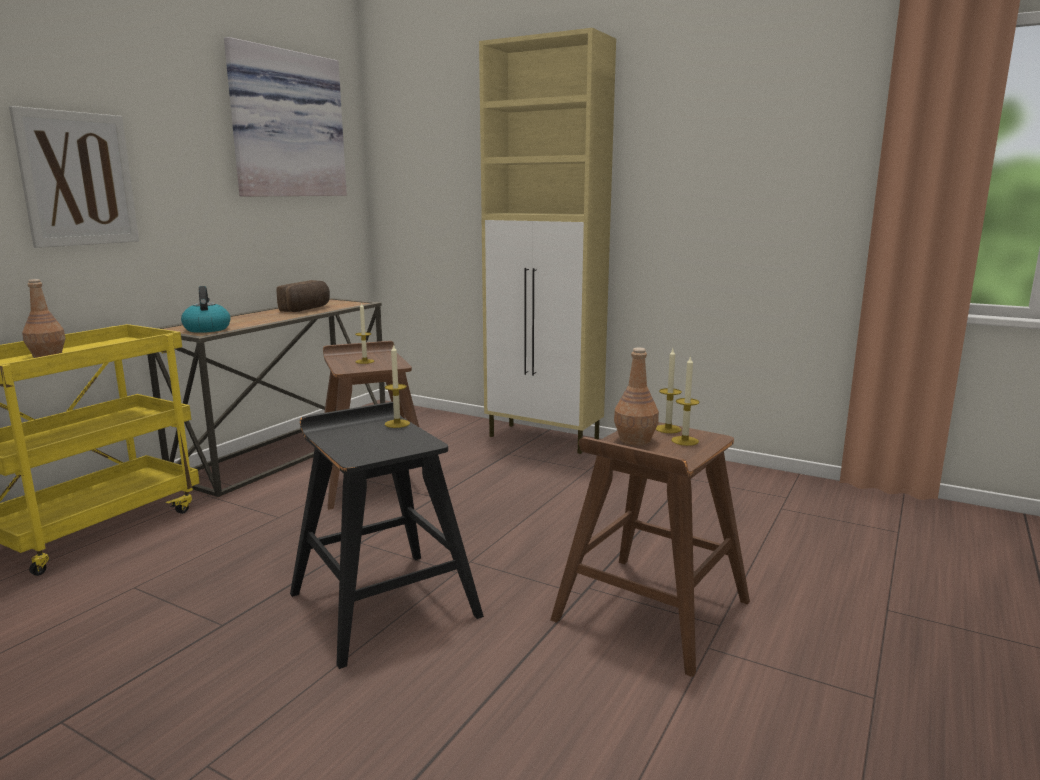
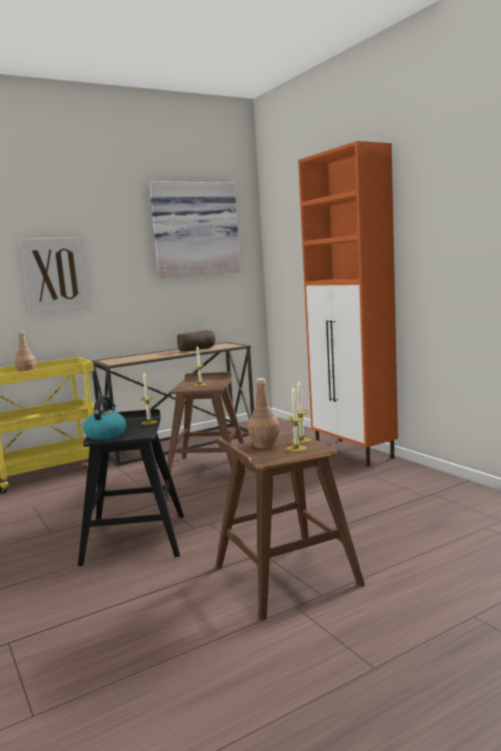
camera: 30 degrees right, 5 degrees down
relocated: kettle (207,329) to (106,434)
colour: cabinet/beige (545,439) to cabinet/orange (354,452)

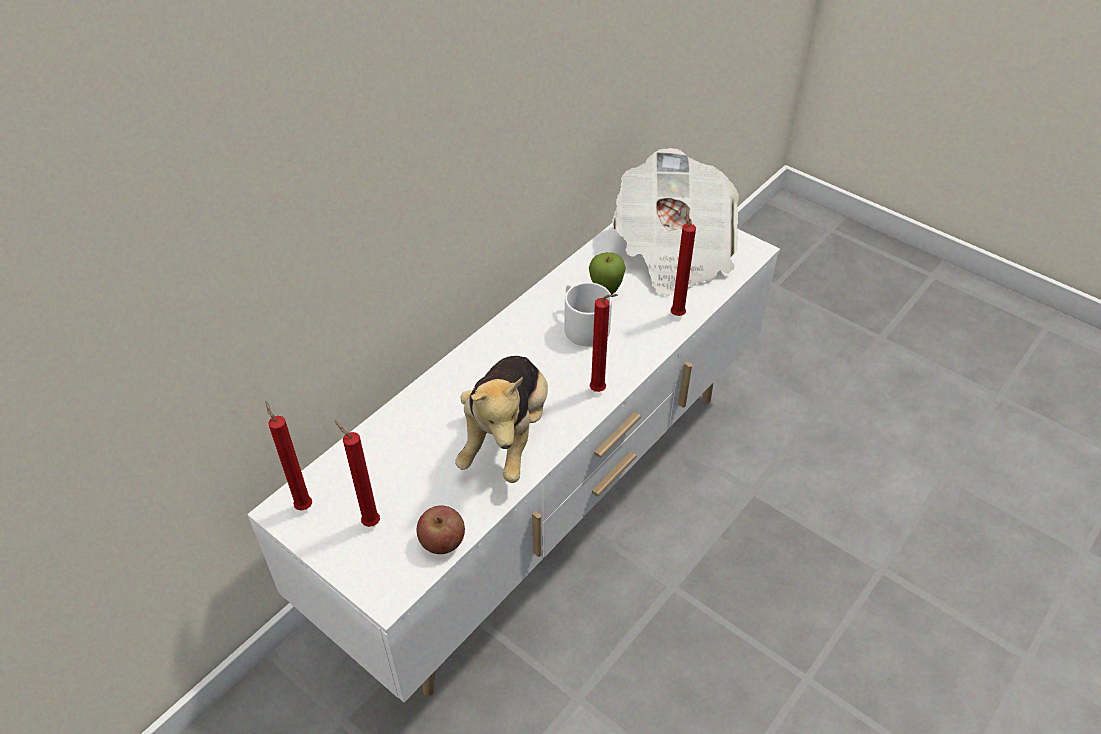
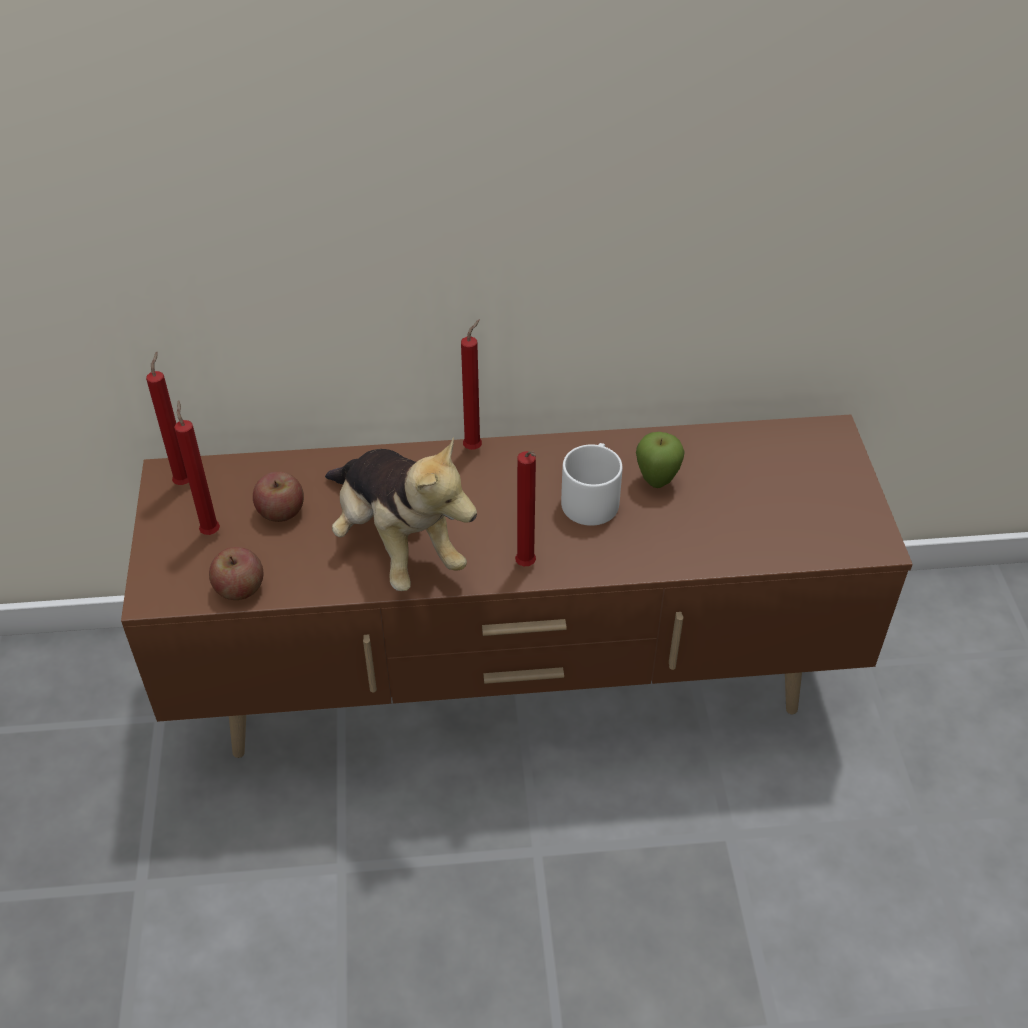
camera: 45 degrees right, 0 degrees up
missing: newspaper (673,251)
appeared: apple (281,511)
relocated: candle/red (677,313) to (474,447)
colour: tv stand/white (550,503) to tv stand/brown (515,685)
spun: plush toy (506,436) = (396,544) 90 degrees counterclockwise

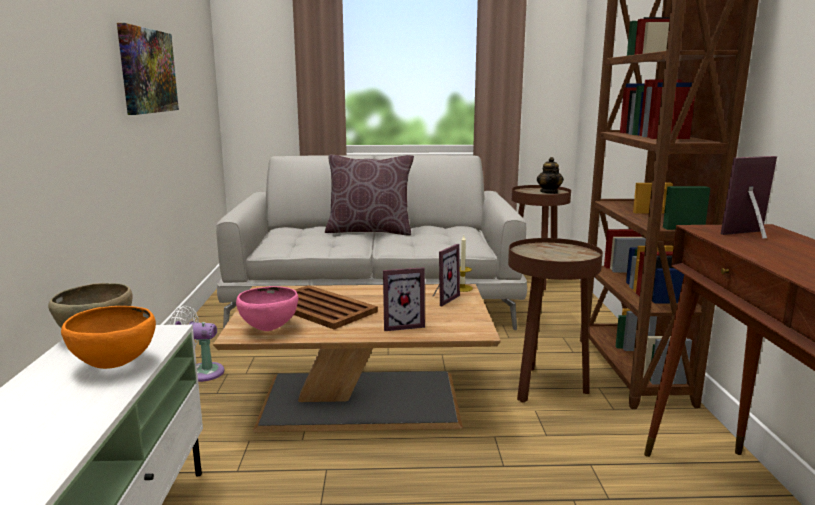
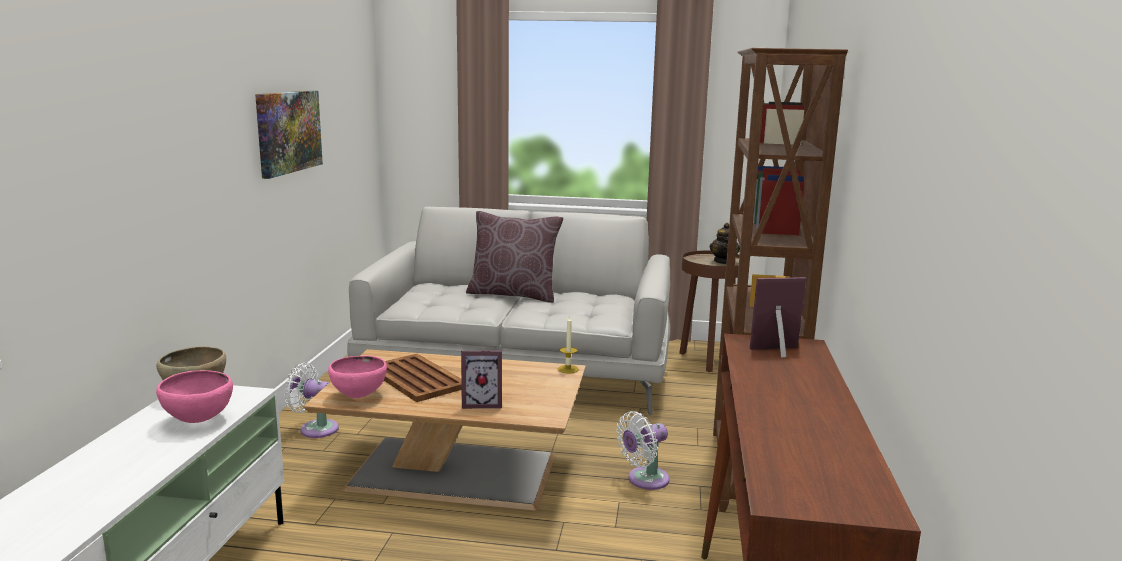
camera: 10 degrees right, 0 degrees up
missing: picture frame (441,299)
exchanged: side table/brown (546,388) to fan/white (644,480)
colour: bowl/orange (114,366) to bowl/pink (198,421)

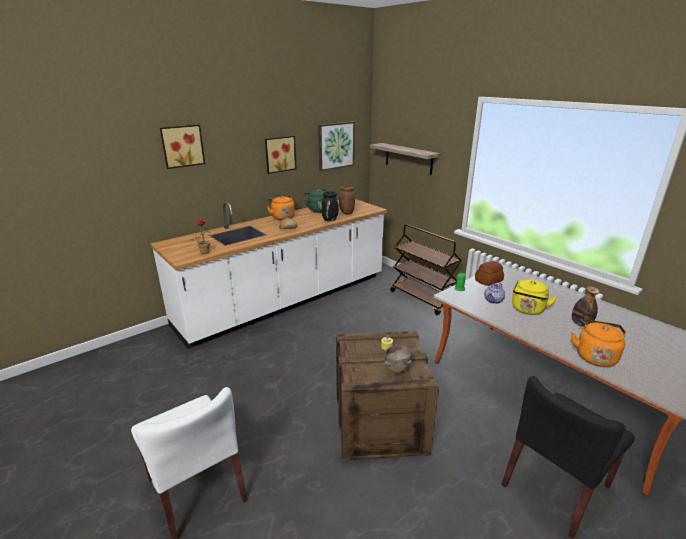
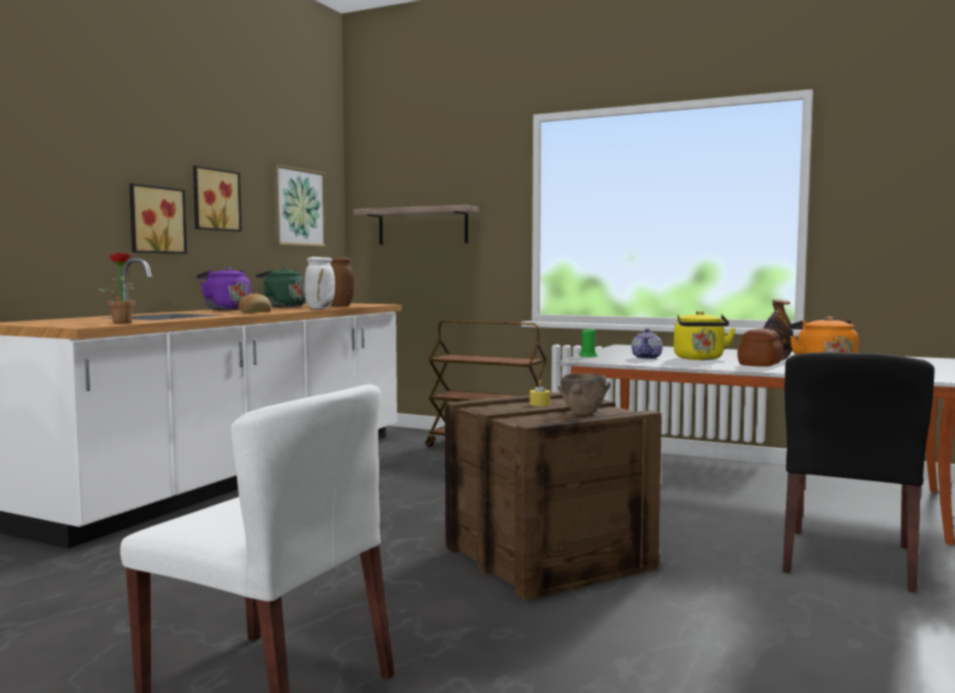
camera: 25 degrees left, 20 degrees down
relocated: picture (182,146) to (155,220); bread (488,281) to (759,364)
colour: kettle/orange (282,217) to kettle/purple (225,309); vase/black (330,220) to vase/white (320,308)

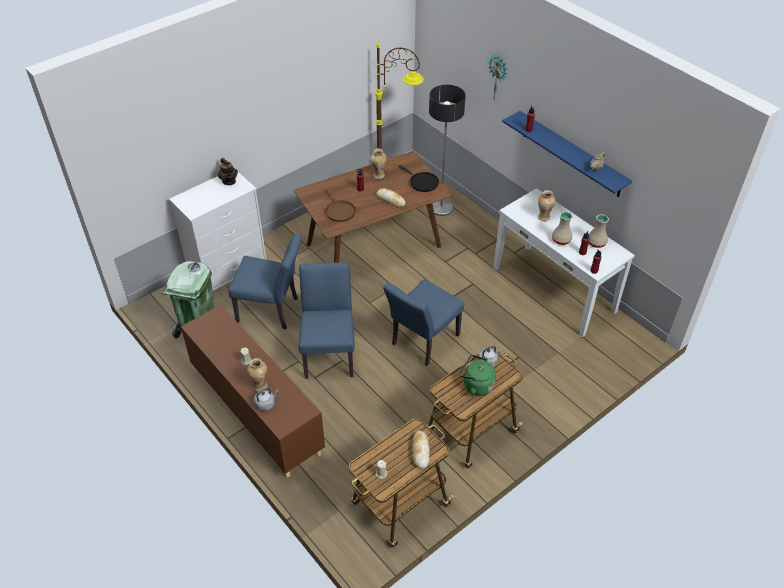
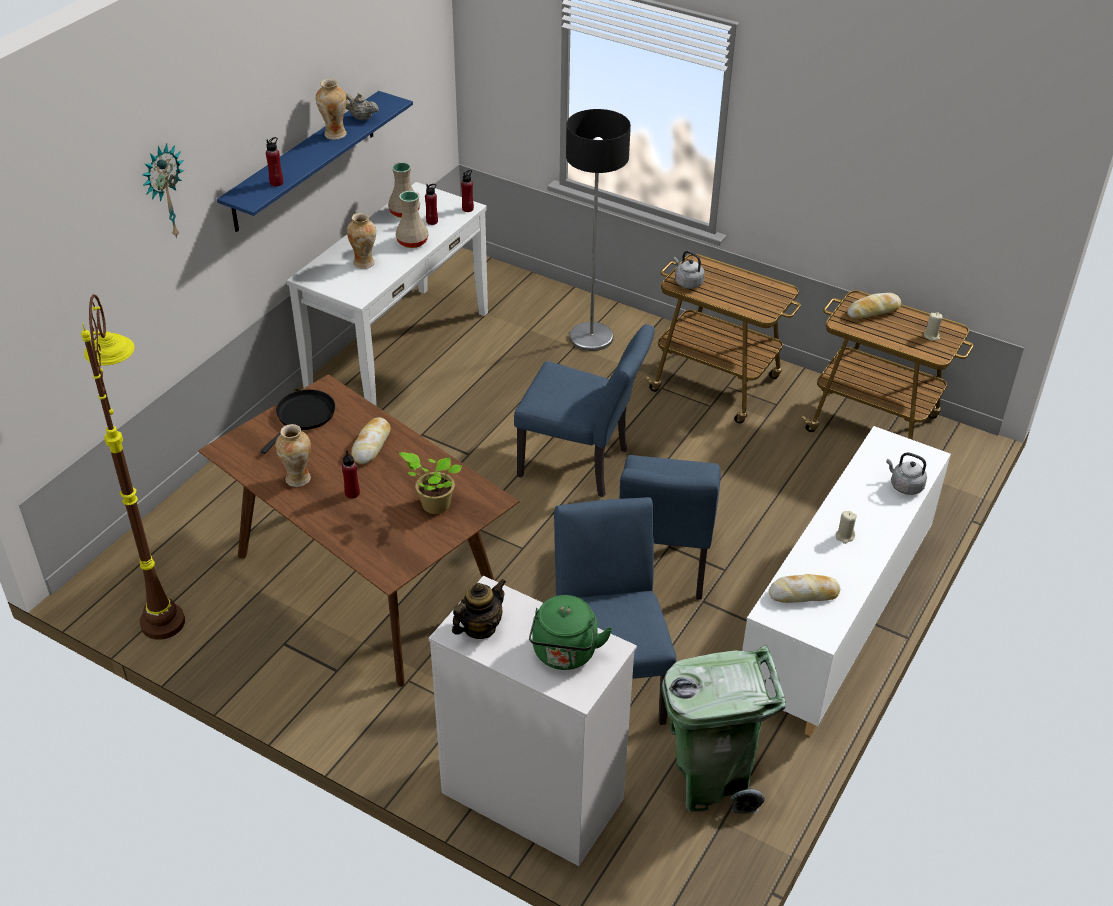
camera: 110 degrees left, 5 degrees down
appeared: bread (804,594)
relocated: vase (260,385) to (334,134); floor lamp (441,207) to (590,337); kettle/green (476,385) to (564,654)
exchanged: frying pan/brown (339,211) to potted plant (433,505)
colour: cabinet/brown (256,411) to cabinet/white (835,620)
spun: chair/blue (329,352) = (662,567) 60 degrees counterclockwise

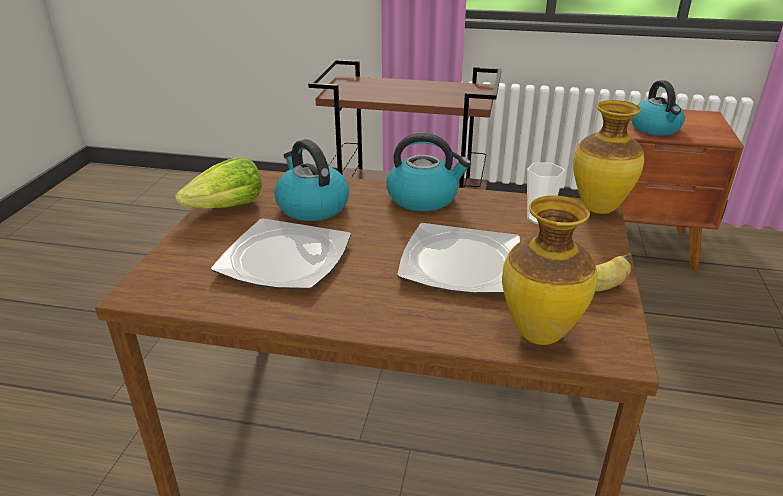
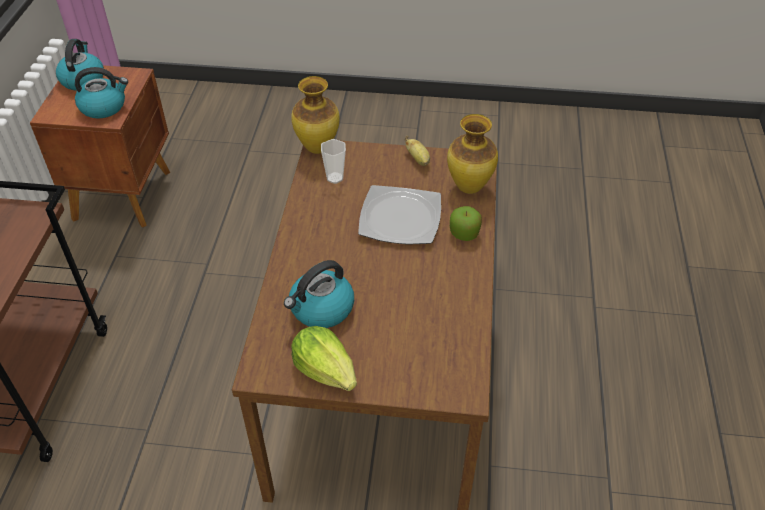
camera: 95 degrees left, 15 degrees up
missing: plate (283,259)
appeared: apple (464,233)
relocated: kettle (424,198) to (83,79)

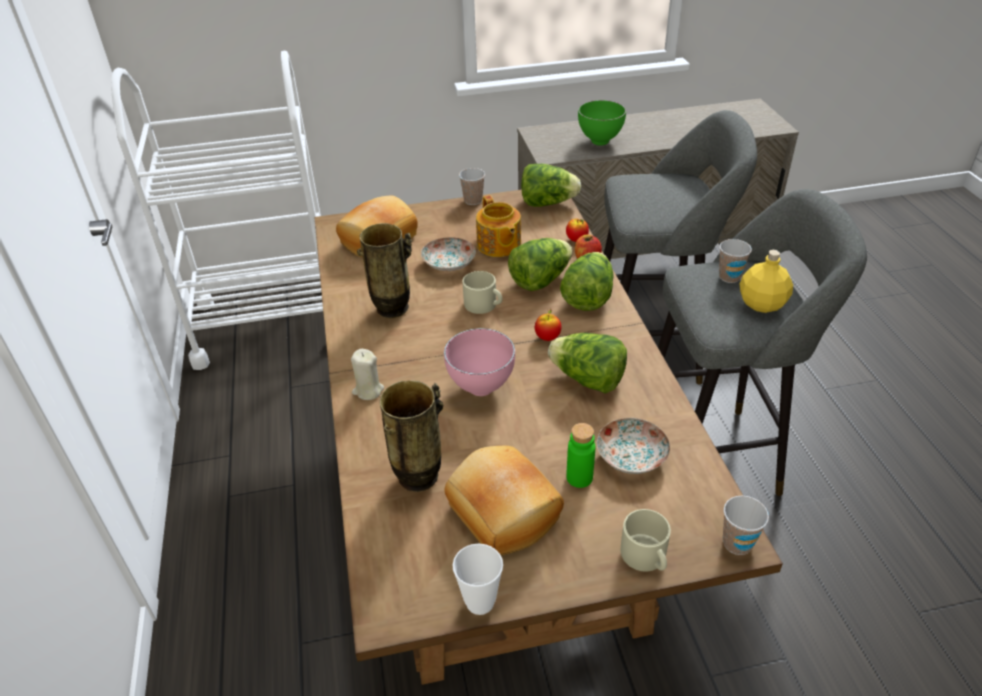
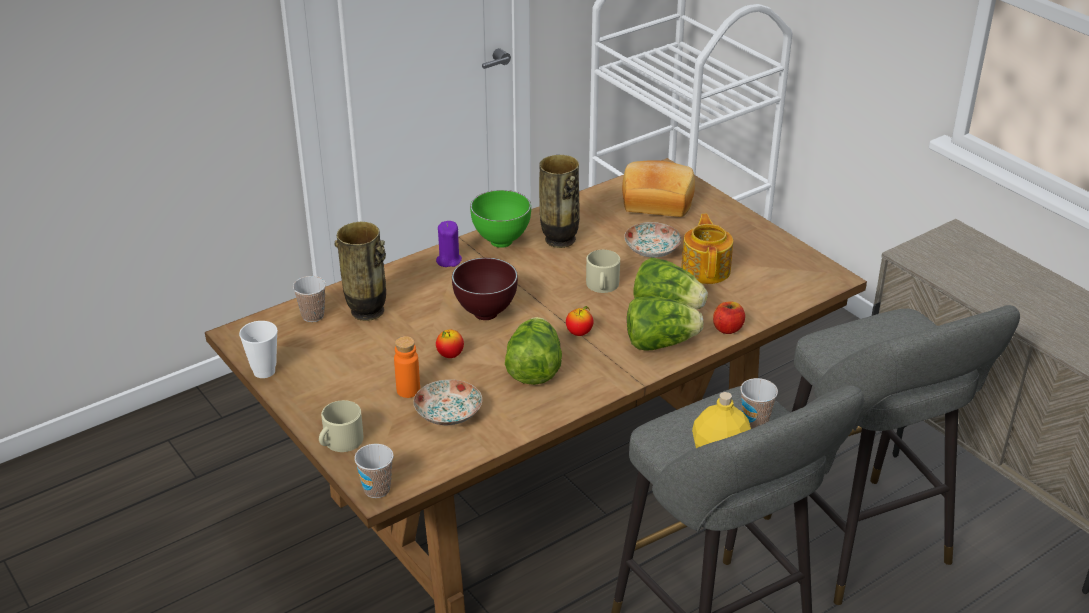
camera: 65 degrees right, 5 degrees down
missing: bread (501,514); lettuce (547,203)
relocated: cup (473,201) to (313,316); apple (577,240) to (450,355); bowl/green (600,141) to (502,243)
colour: candle/beige (368,390) to candle/purple (448,260); bowl/pink (482,388) to bowl/brown (487,315); bottle/green (579,477) to bottle/orange (408,390)
spun: teapot (498,245) = (706,269) 135 degrees clockwise

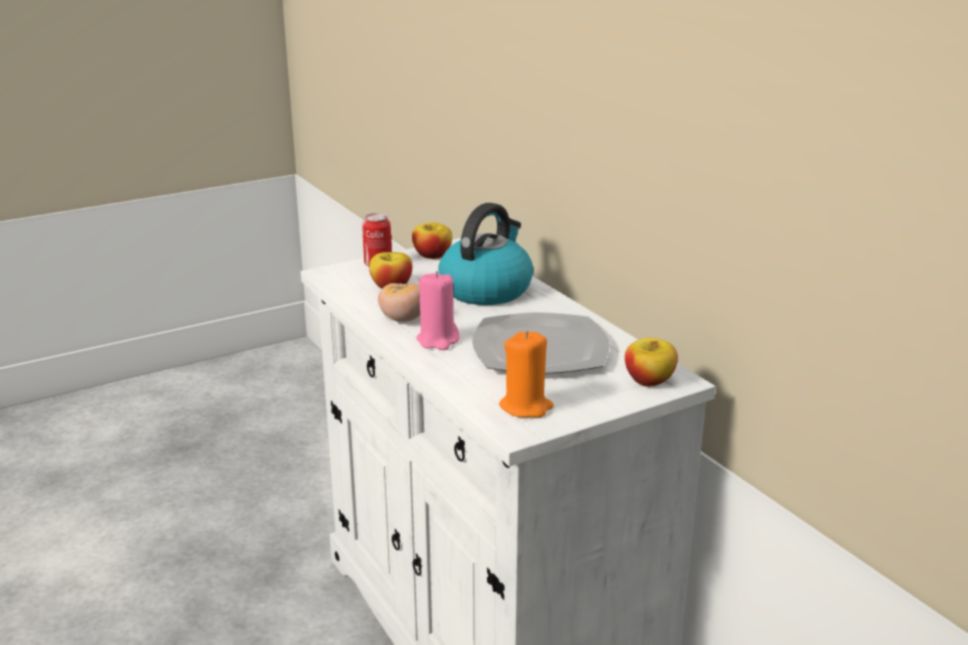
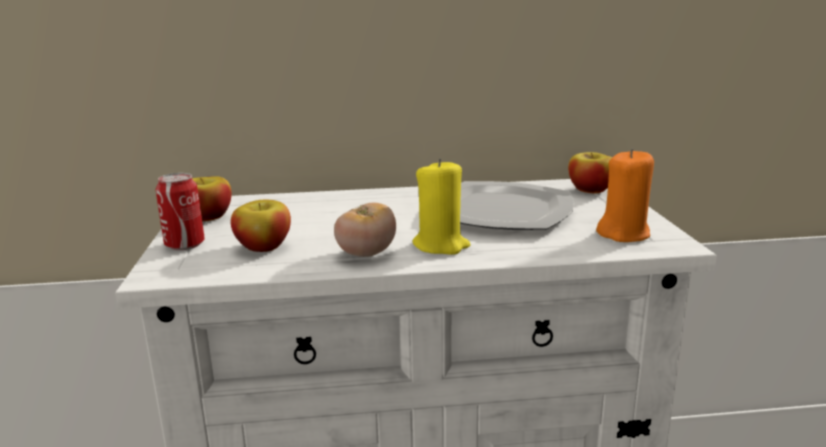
camera: 65 degrees left, 5 degrees down
missing: kettle (486,289)
colour: candle/pink (438,340) to candle/yellow (441,246)

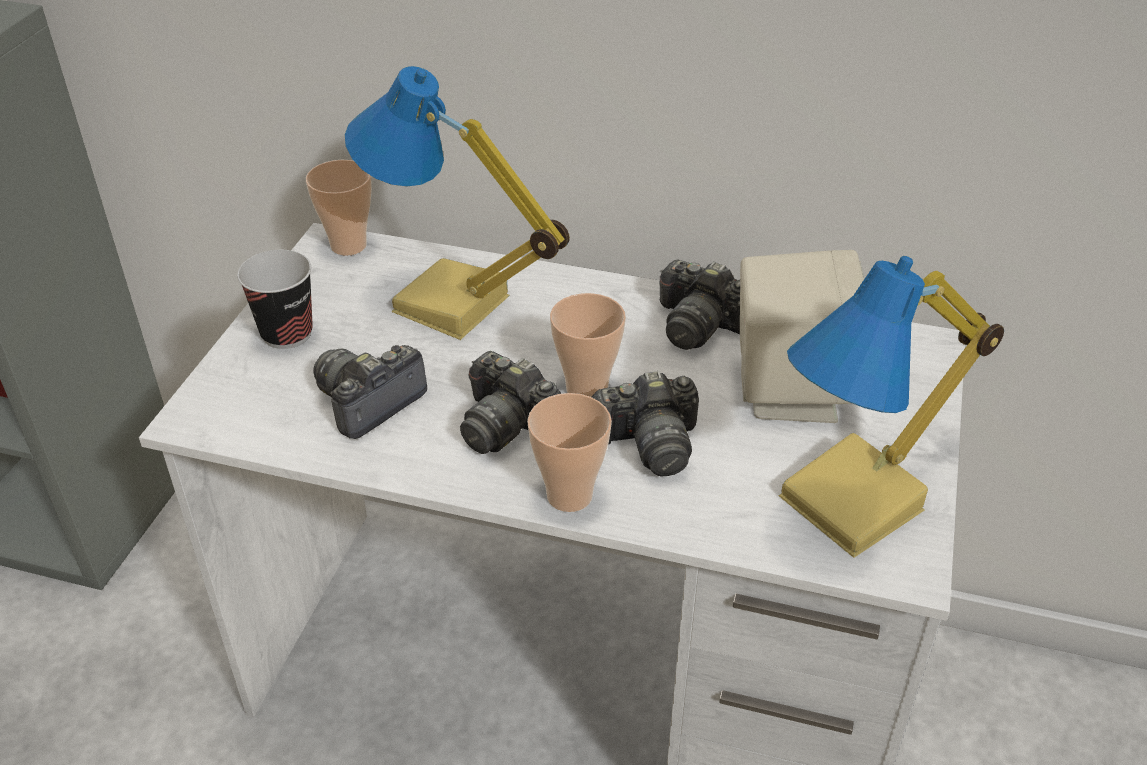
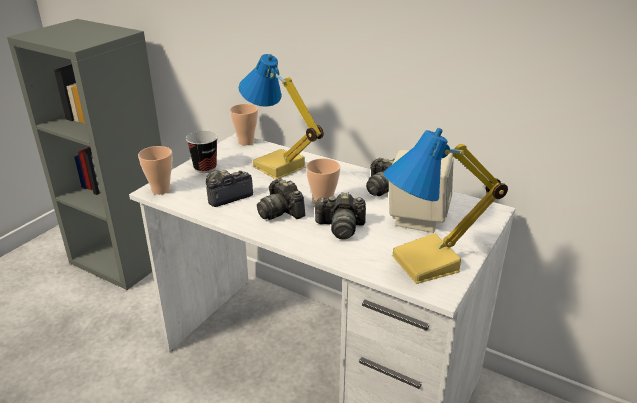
camera: 15 degrees right, 10 degrees down
relocated: cup (569,495) to (161,190)

